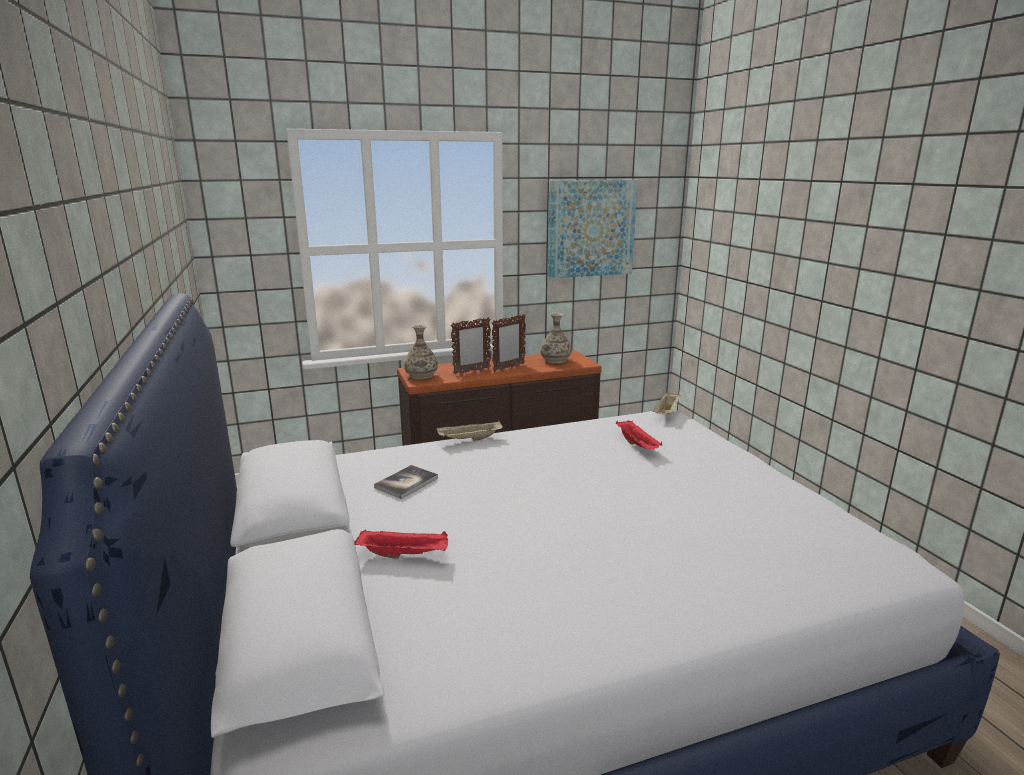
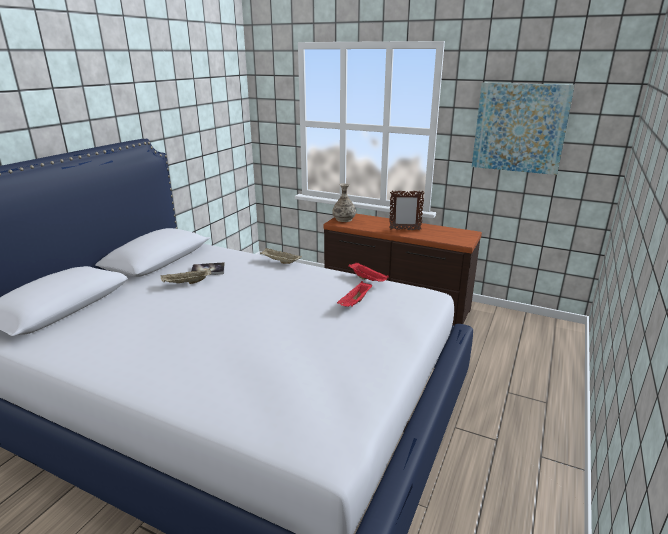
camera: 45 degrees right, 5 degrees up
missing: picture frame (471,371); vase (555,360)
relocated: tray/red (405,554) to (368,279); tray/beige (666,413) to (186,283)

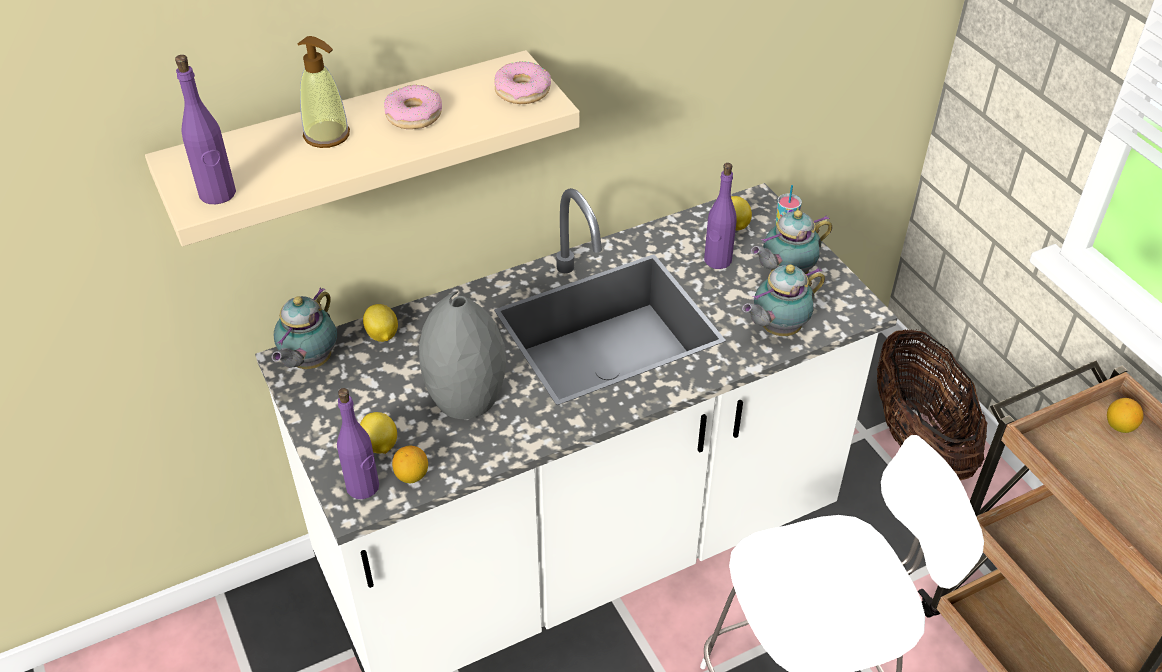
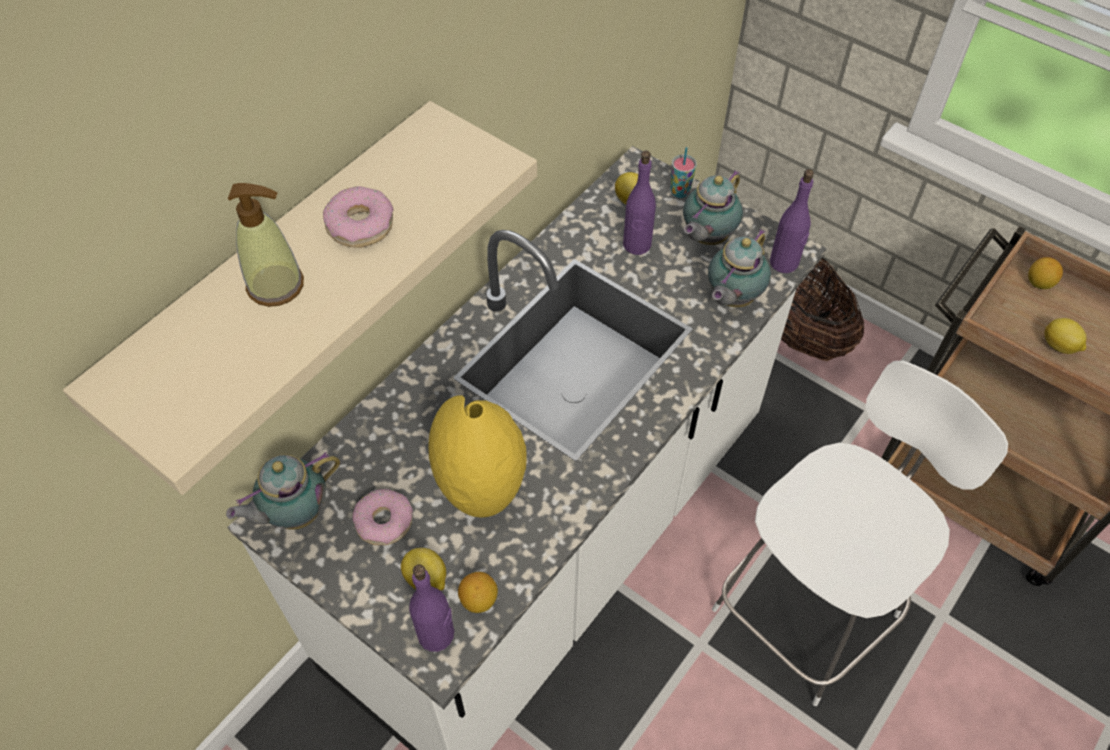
camera: 25 degrees left, 10 degrees up
relocated: bottle/purple (217,194) to (784,263); lemon (382,335) to (1059,346); donut (522,91) to (384,521)
colour: vase/grey (464,397) to vase/yellow (480,489)
spun: teapot (309,362) = (294,514) 60 degrees clockwise

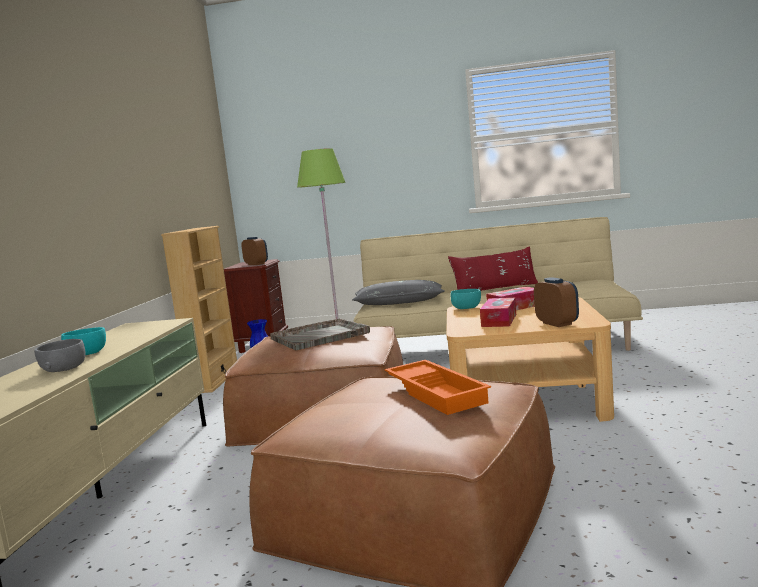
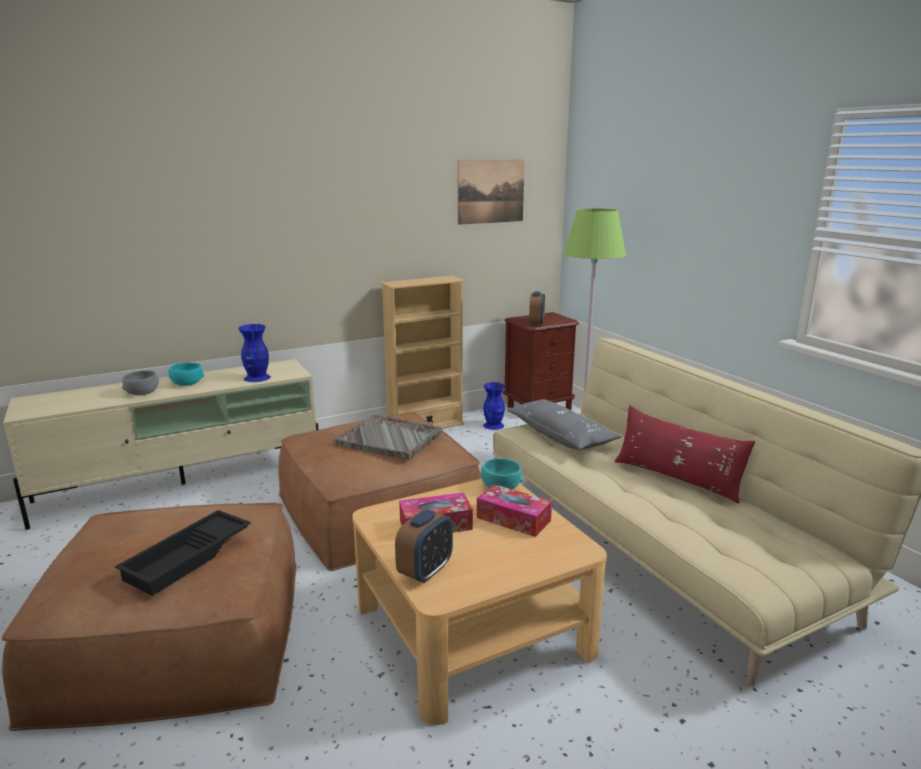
camera: 55 degrees right, 10 degrees up
appeared: vase/blue (257,378); picture (491,191)
colour: tray/orange (437,393) to tray/black (189,558)

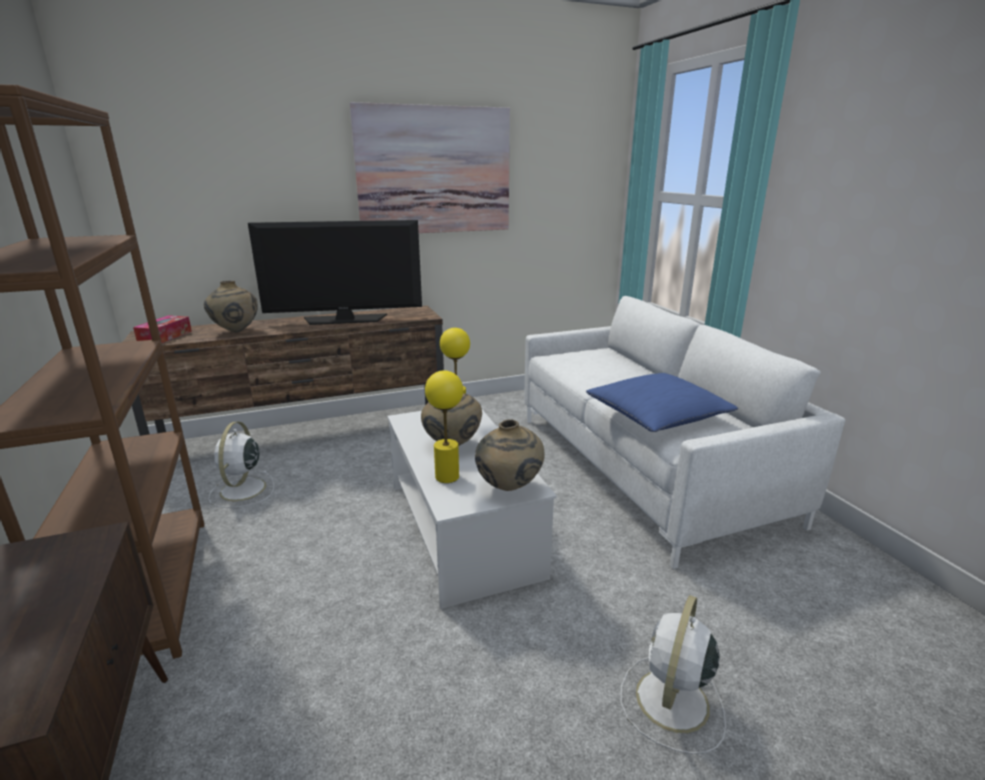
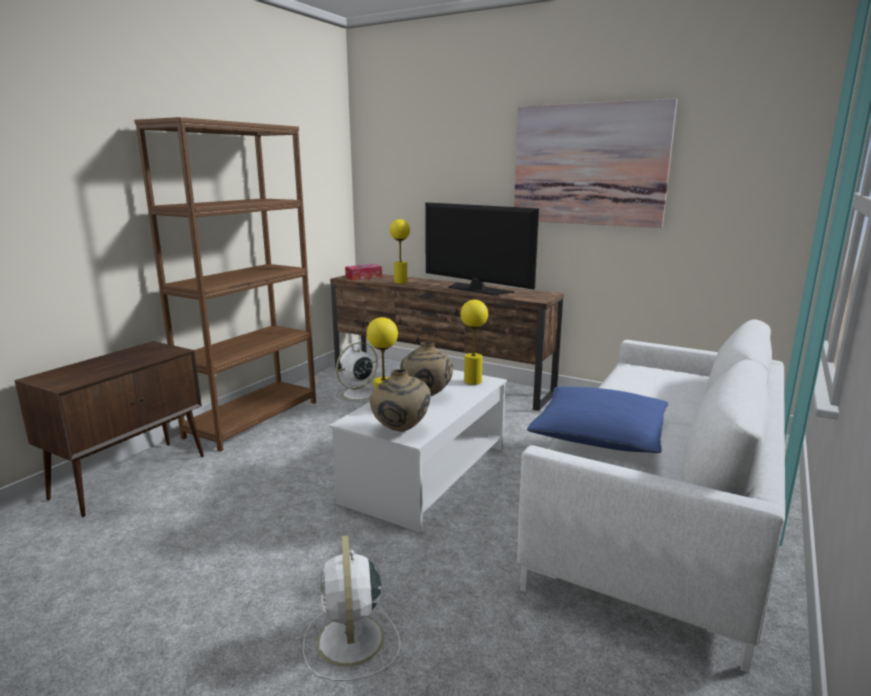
camera: 50 degrees right, 5 degrees down
exchanged: vase/beige (235,332) to table lamp/yellow (400,282)
spun: fan/white (671,703) = (350,642) 90 degrees counterclockwise

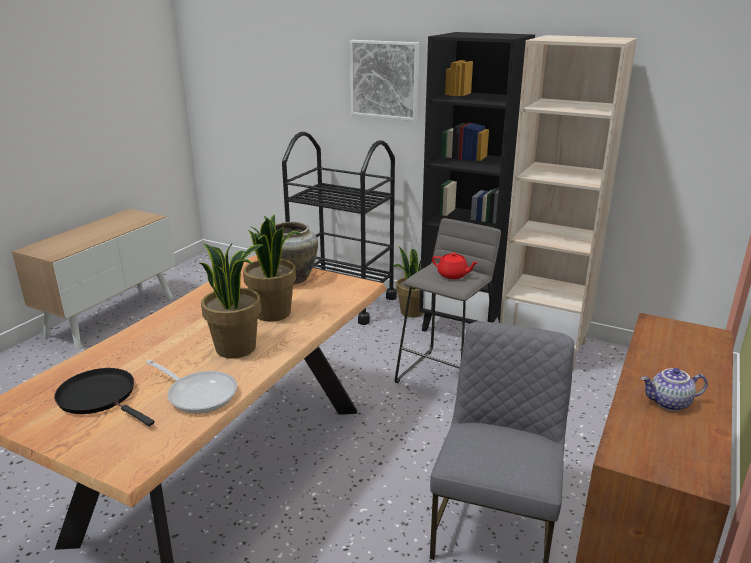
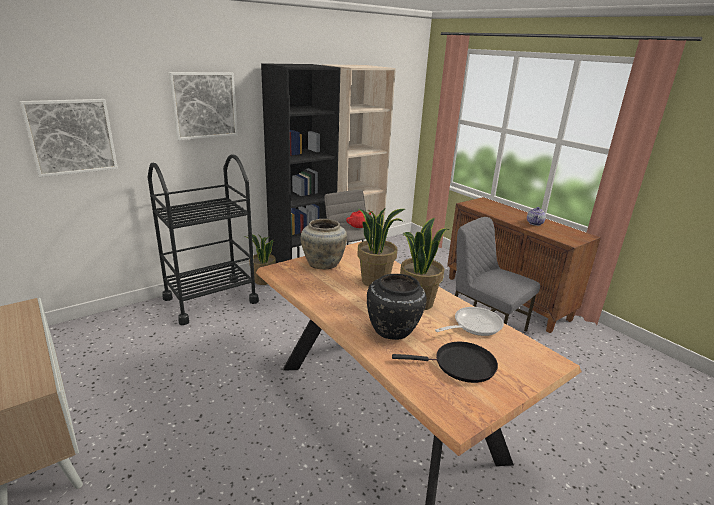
camera: 65 degrees left, 0 degrees up
appeared: picture (71,136); vase/black (394,331)
spun: frying pan/black (100,397) = (460,365) 150 degrees counterclockwise

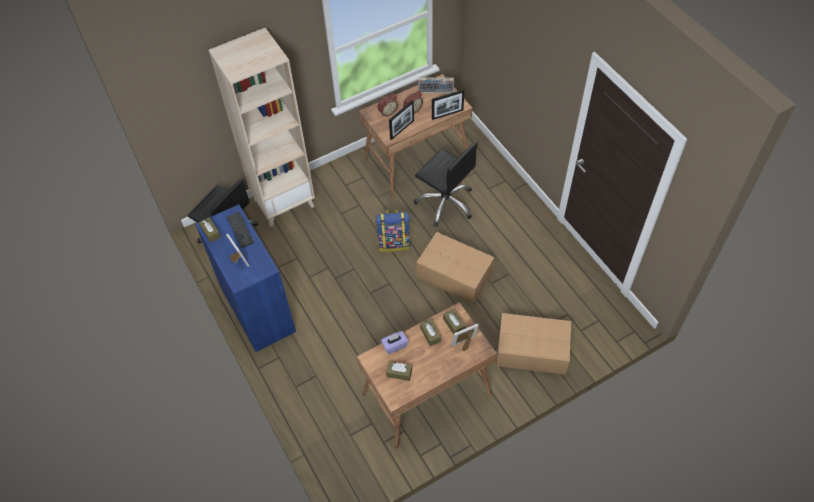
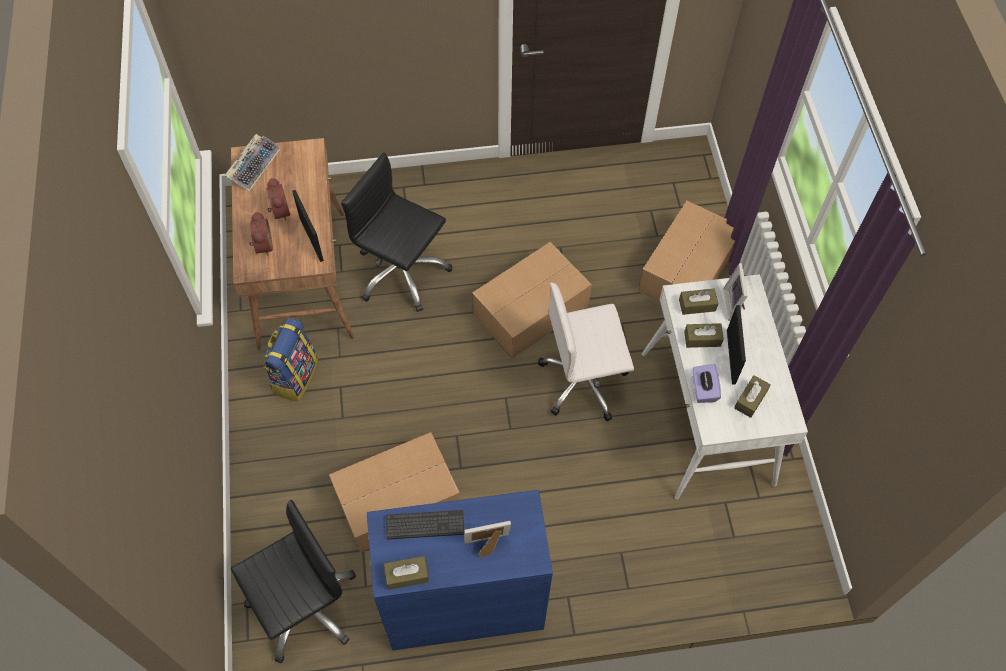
camera: 70 degrees left, 5 degrees up
missing: bookcase/beige (284,202)
appeared: cardboard box (395,500); office chair/white (584,381)
relocated: backpack (394,242) to (294,376); picture frame (447,114) to (731,357)
colour: desk/brown (426,396) to desk/white (707,418)
spun: office chair/black (445,203) = (402,273) 120 degrees counterclockwise

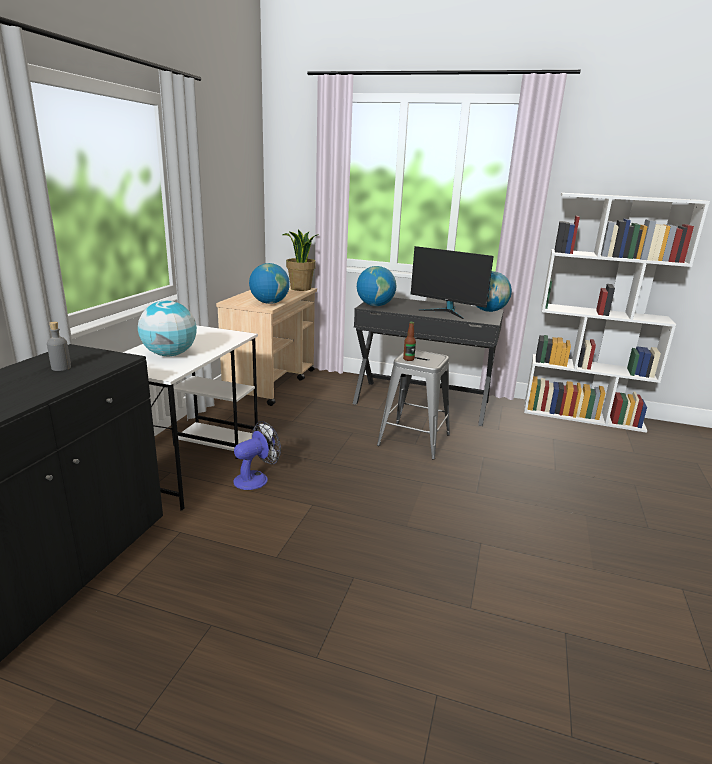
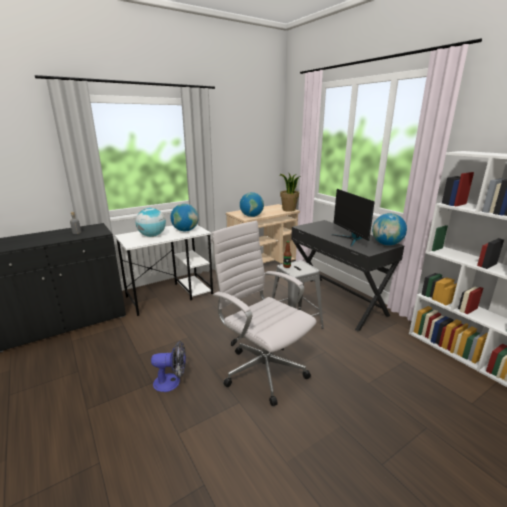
camera: 40 degrees right, 0 degrees up
appeared: office chair/white (262,369)
relocated: fan (256,478) to (172,382); globe (375,305) to (185,230)

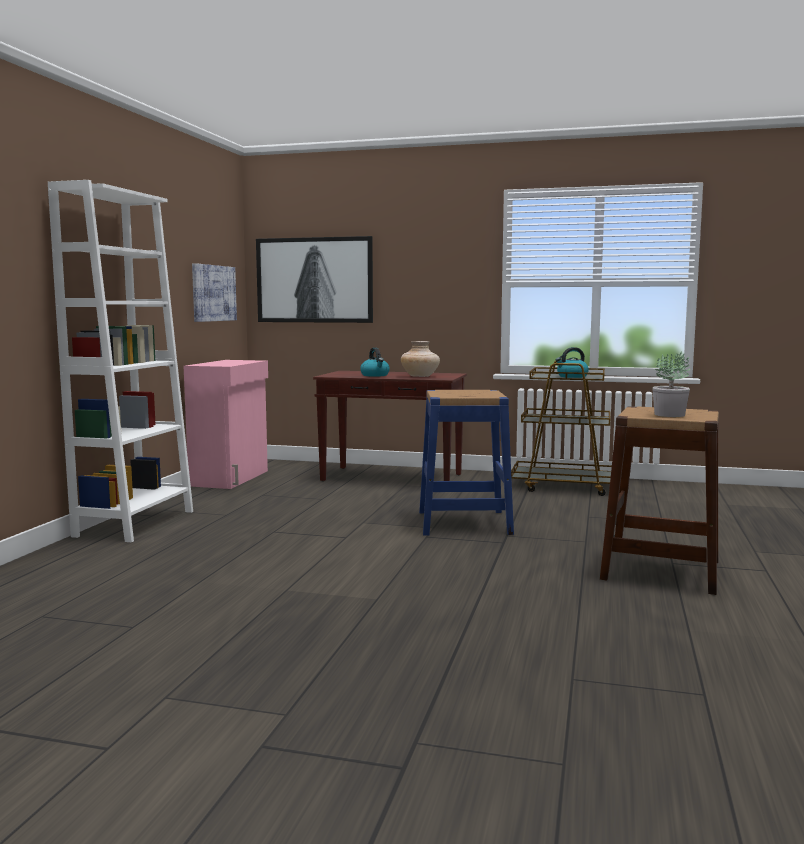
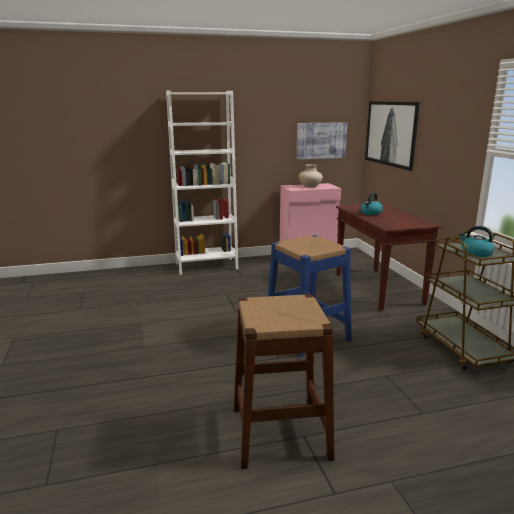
camera: 60 degrees right, 10 degrees up
missing: potted plant (670,415)
relocated: vase/beige (420,376) to (310,186)

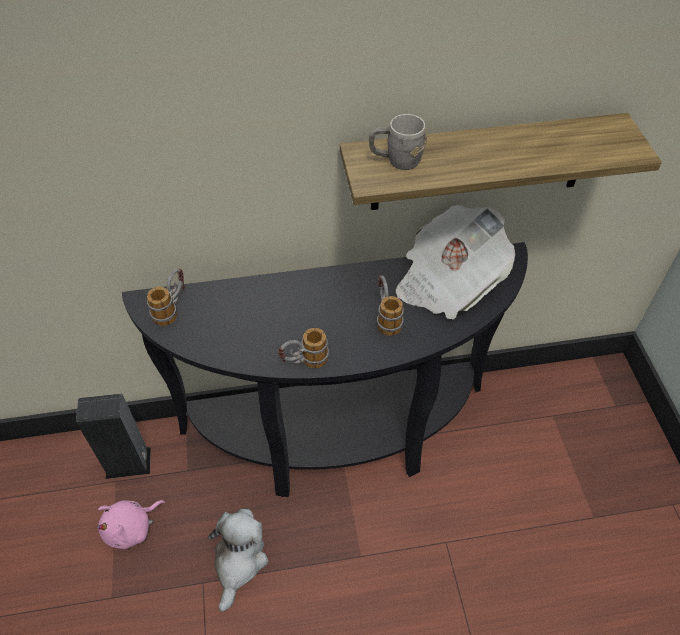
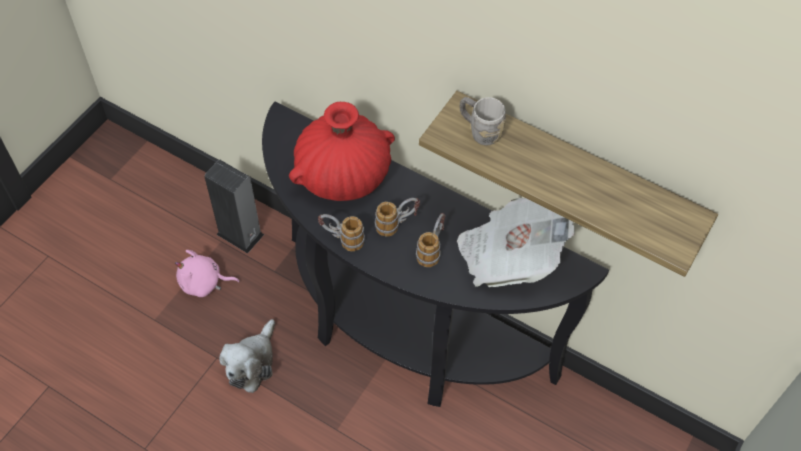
camera: 40 degrees right, 5 degrees up
appeared: vase/red (343,176)
relocated: mug (172,308) to (397,224)
spun: plush toy (239,561) = (252,363) 150 degrees clockwise

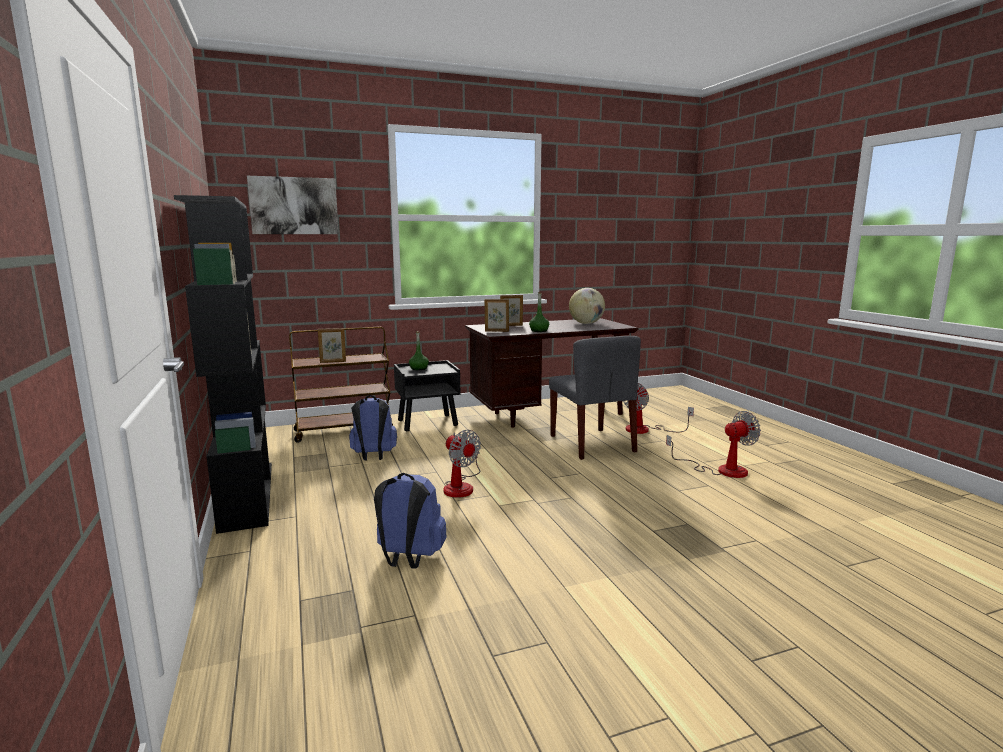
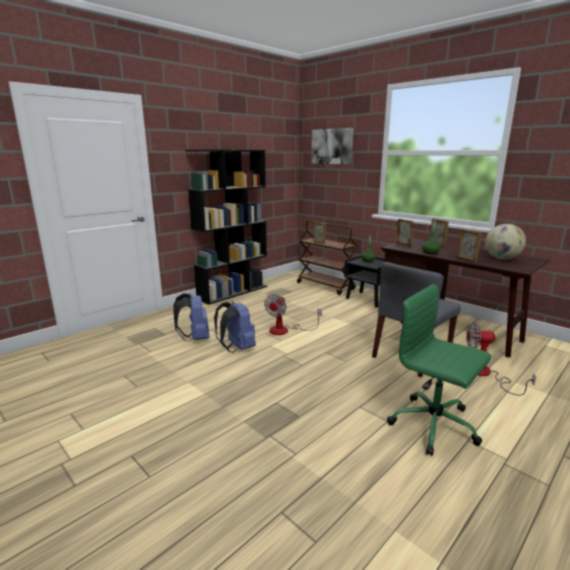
camera: 65 degrees right, 5 degrees up
appeared: picture frame (466,259)
relocated: backpack/blue (373,456) to (237,348)
exchanged: fan (721,470) to office chair/green (435,426)

